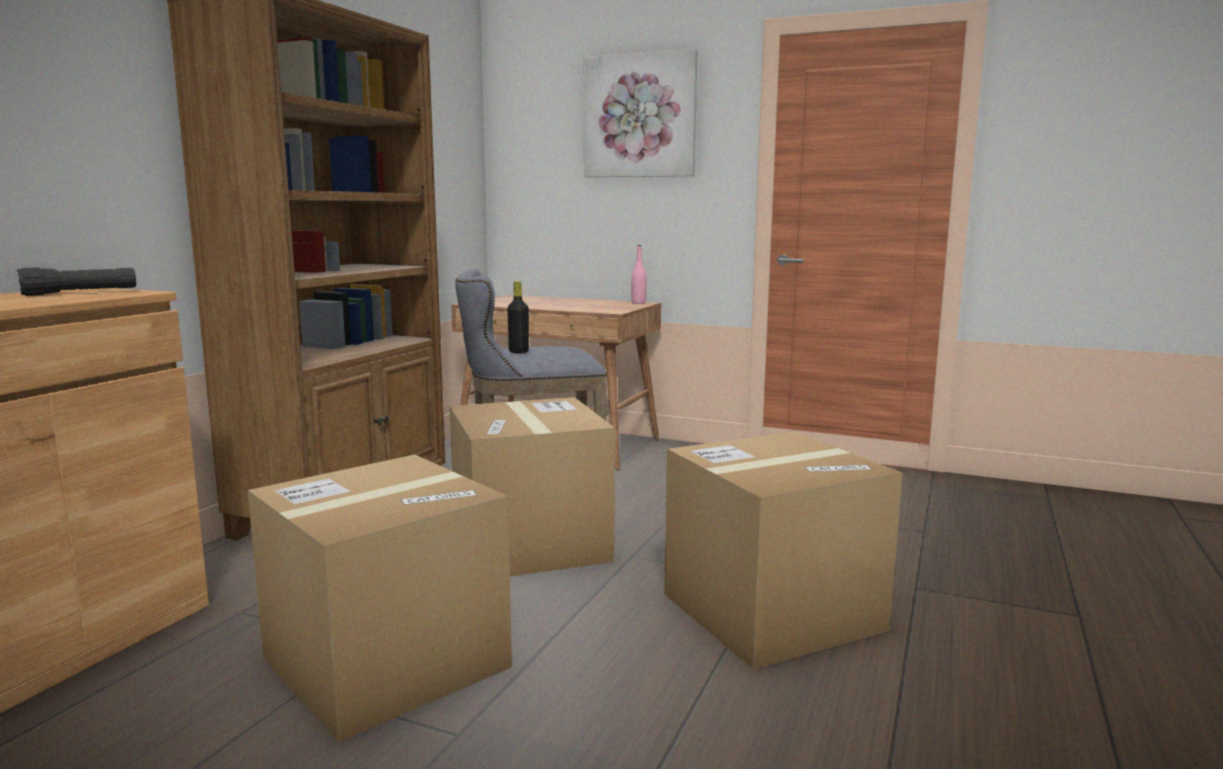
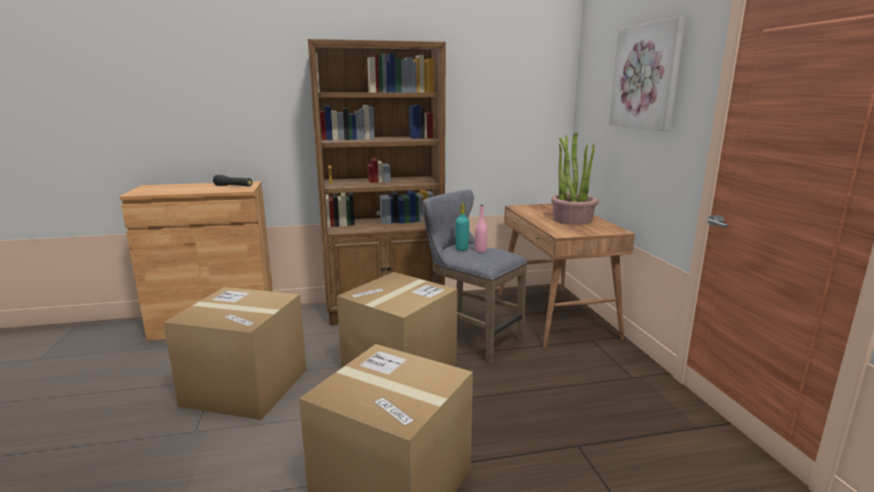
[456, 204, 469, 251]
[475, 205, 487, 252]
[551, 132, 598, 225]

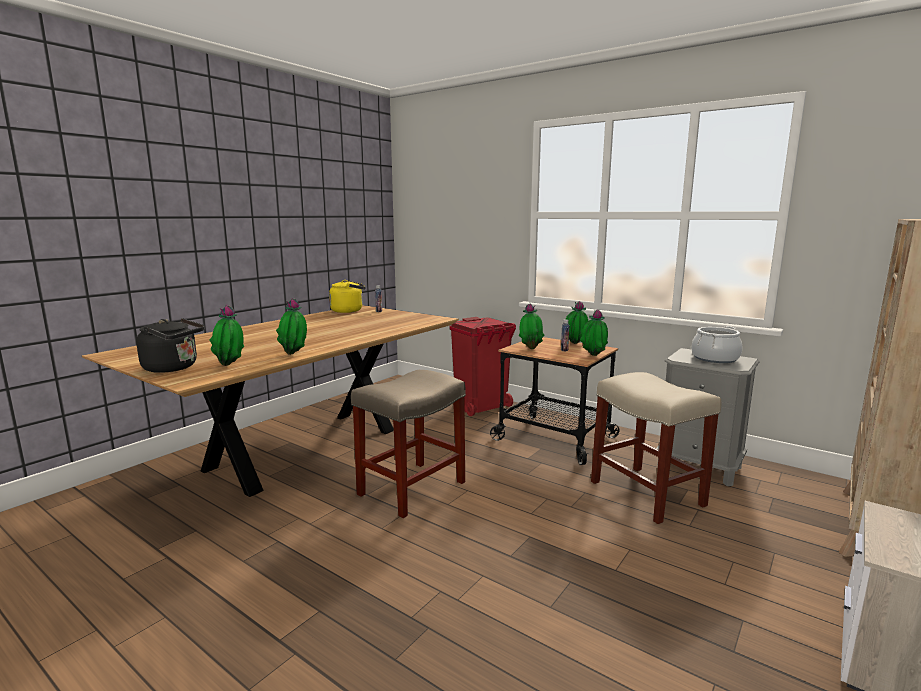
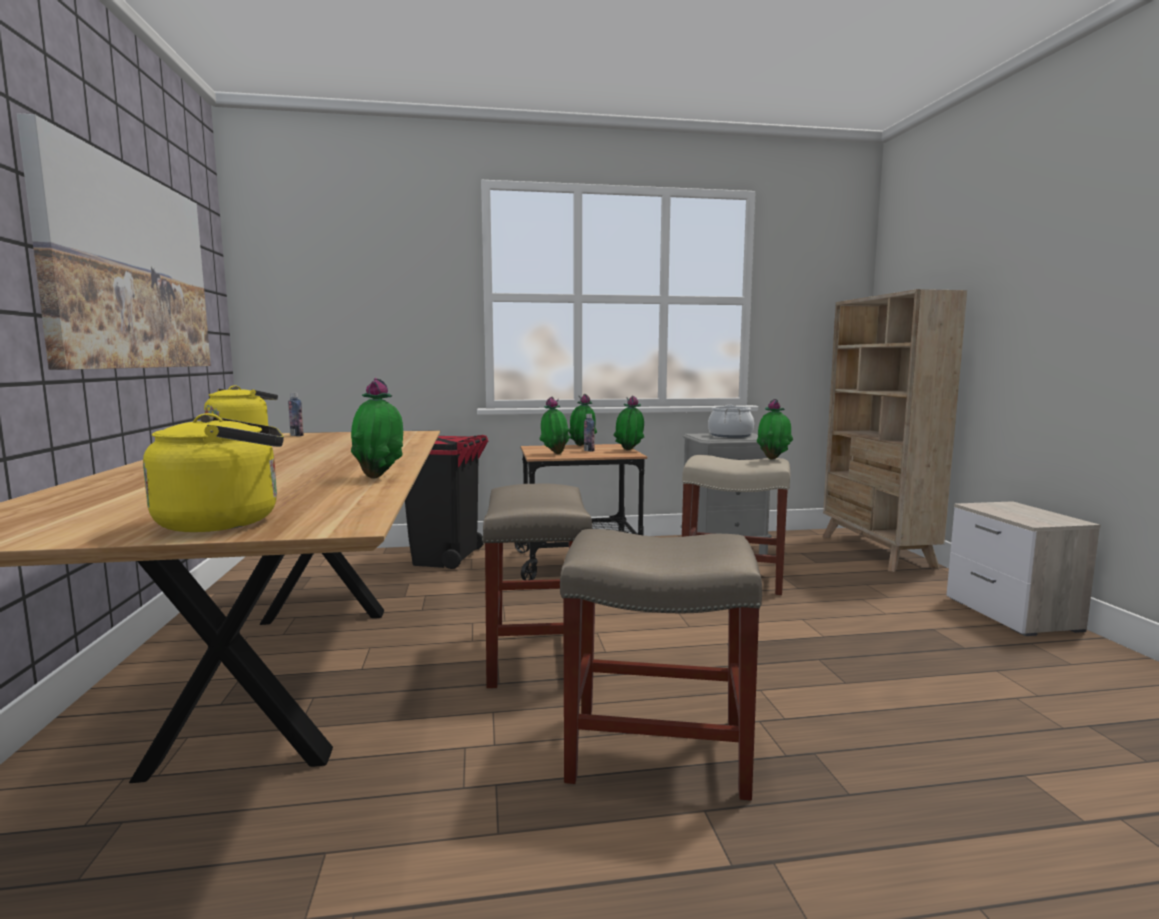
[17, 113, 211, 370]
[143, 413, 284, 532]
[405, 435, 488, 569]
[560, 529, 762, 801]
[757, 399, 793, 460]

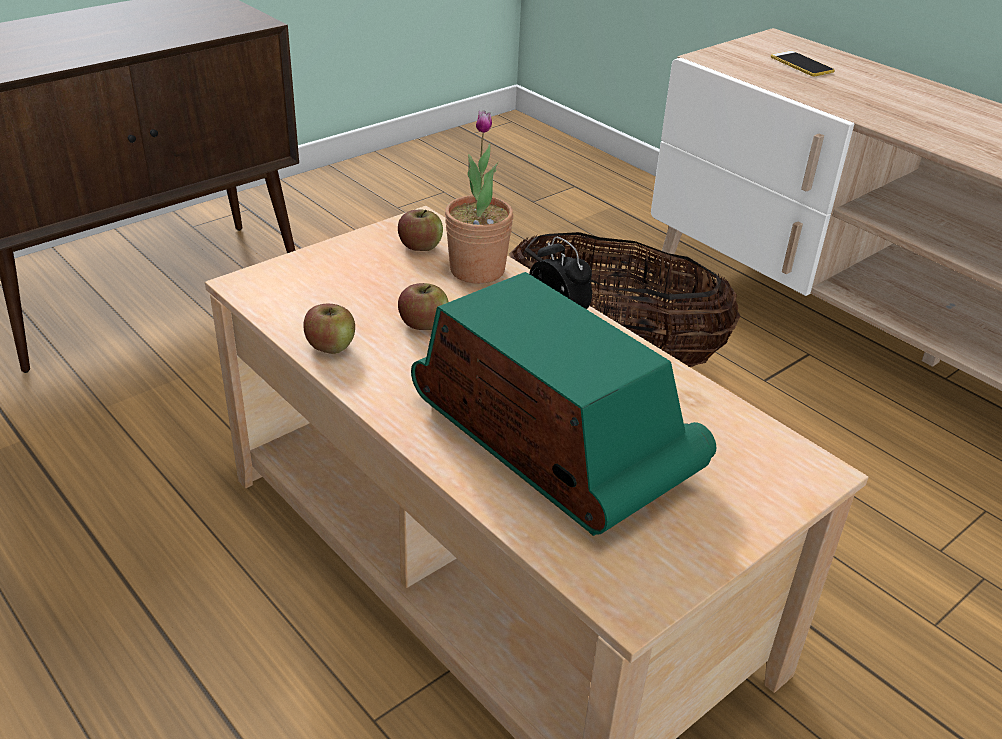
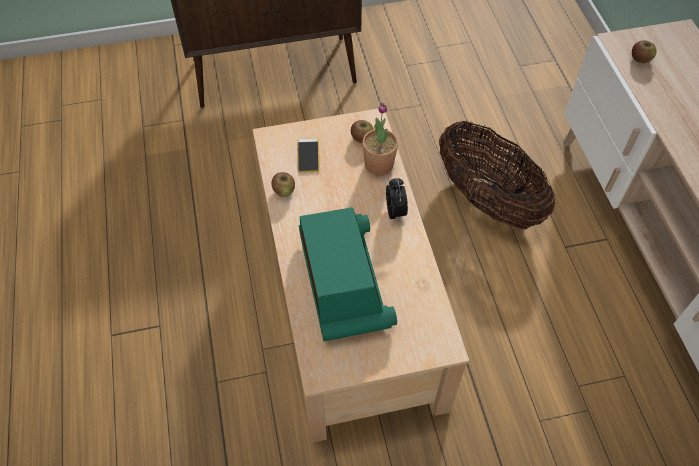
[297, 138, 320, 173]
[632, 40, 657, 63]

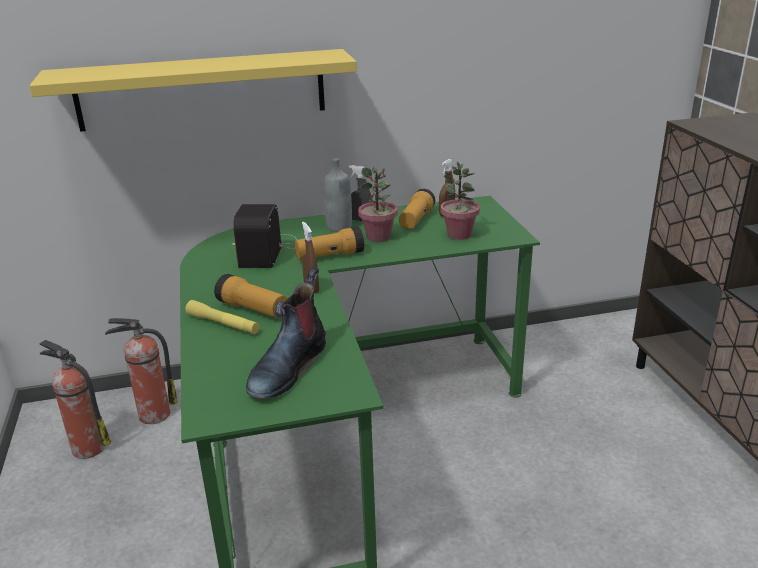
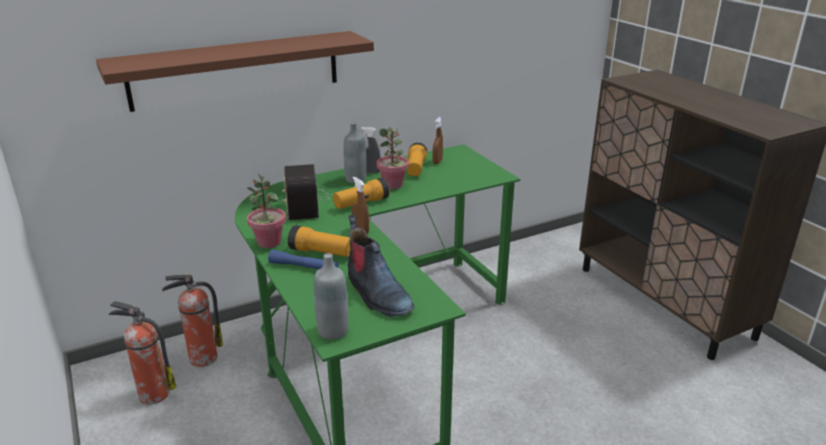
[96, 31, 374, 112]
[247, 174, 286, 248]
[268, 250, 338, 269]
[314, 253, 348, 339]
[348, 215, 414, 317]

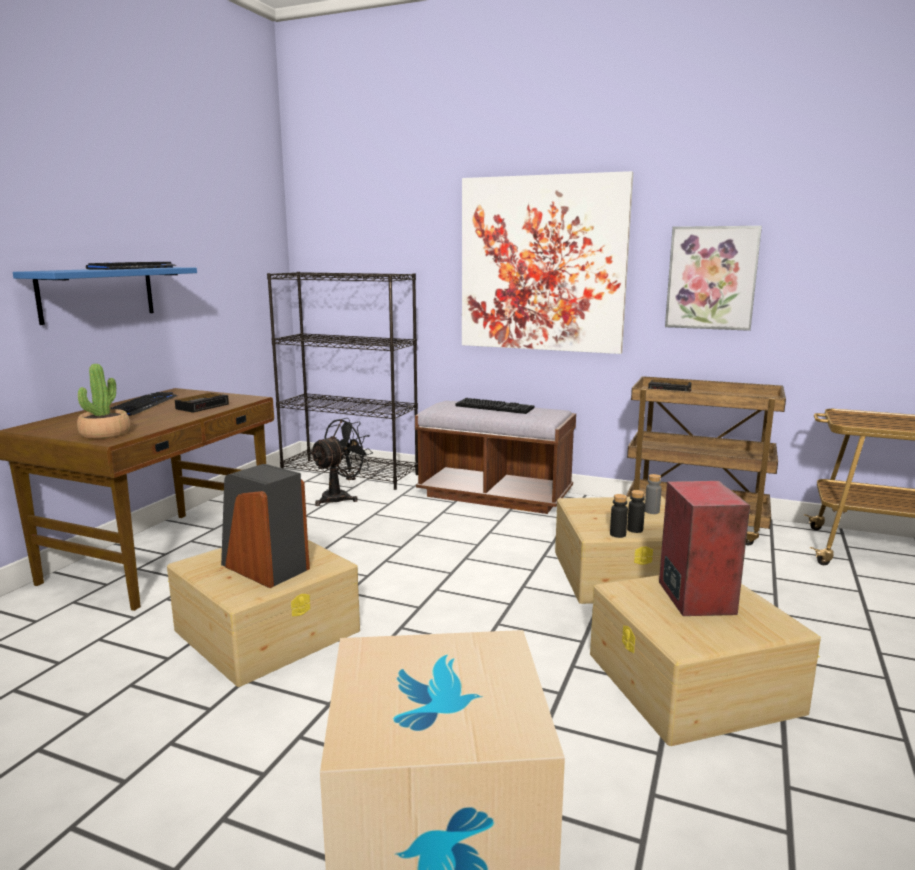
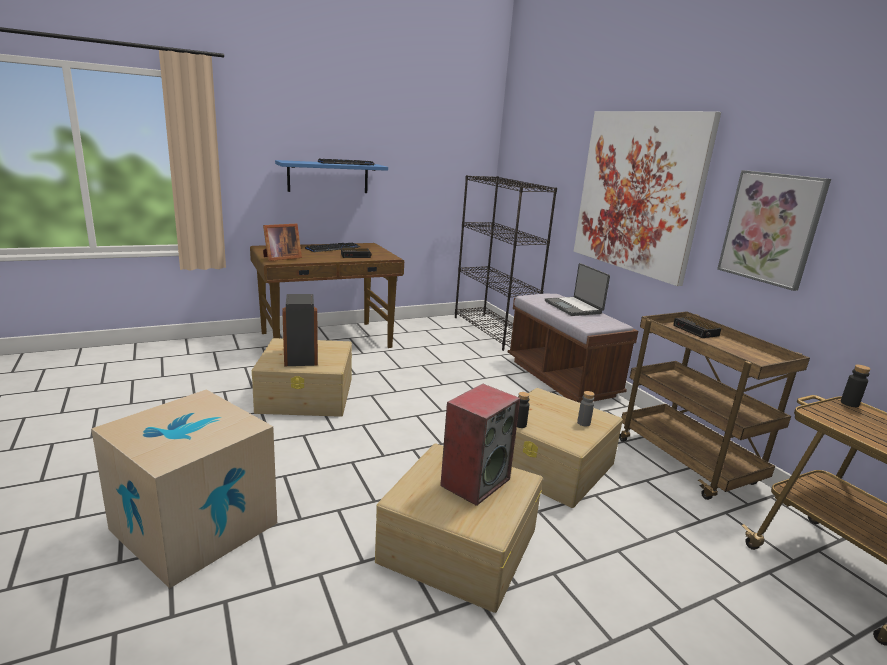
[263, 224, 302, 261]
[545, 263, 610, 316]
[841, 365, 871, 407]
[310, 418, 373, 506] (first image)

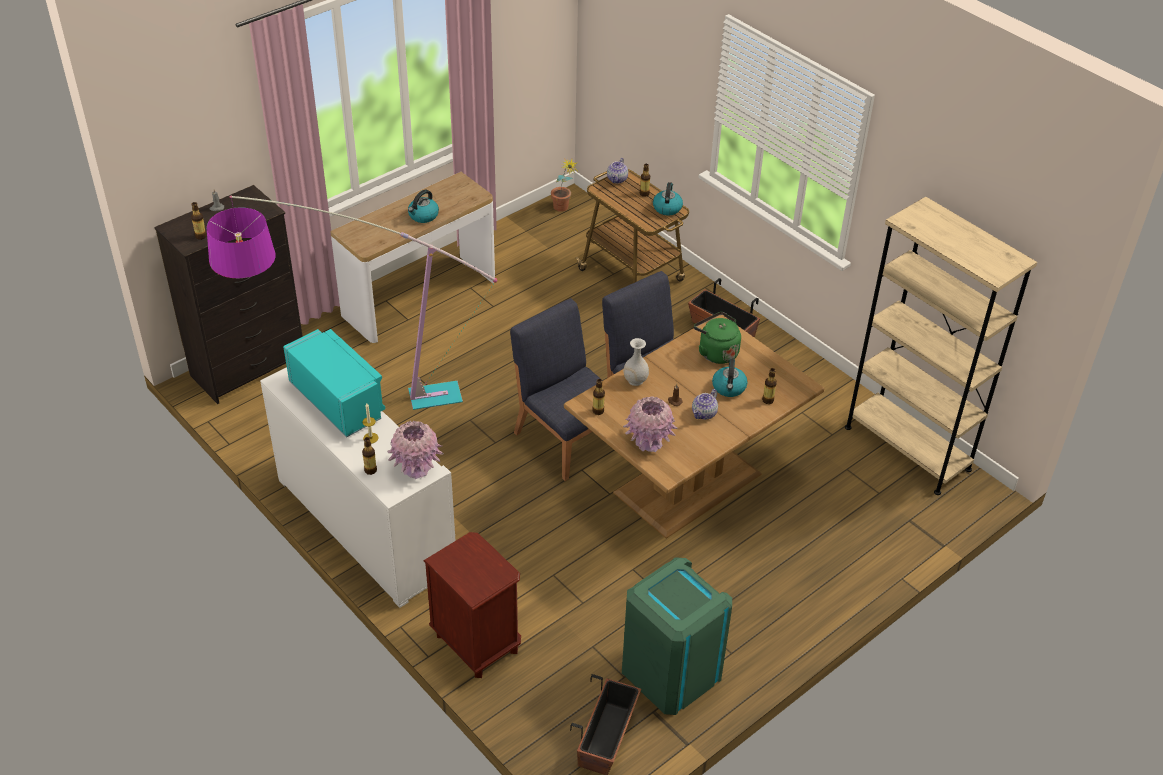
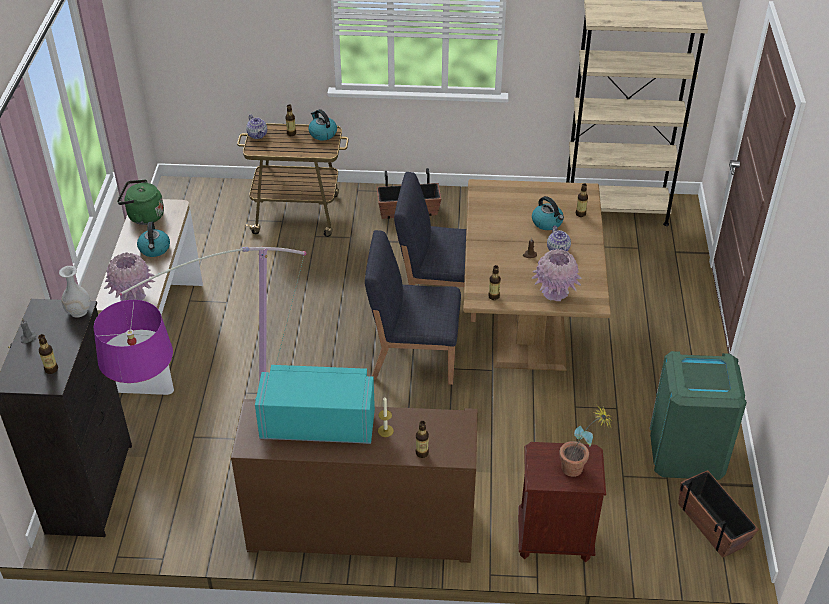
[59, 266, 91, 318]
[104, 252, 155, 301]
[117, 179, 164, 225]
[231, 399, 478, 563]
[560, 406, 612, 477]

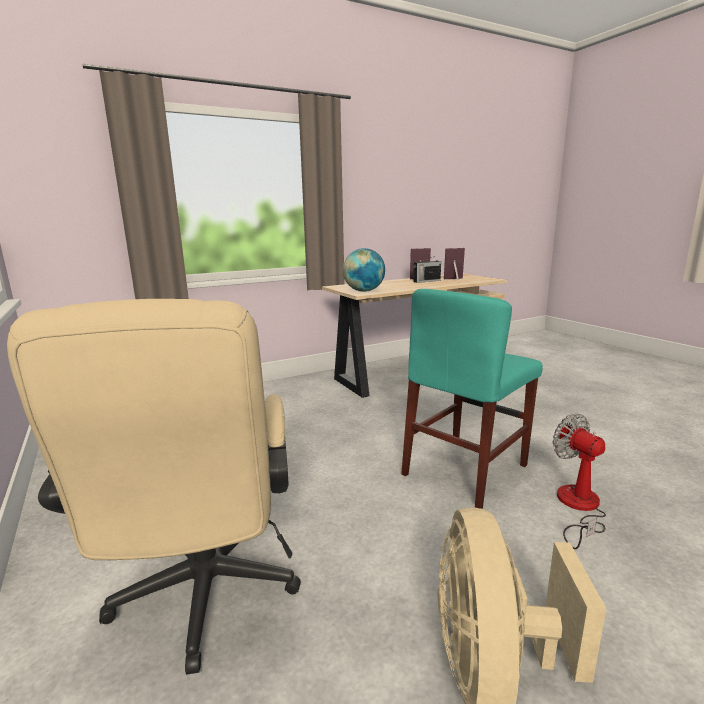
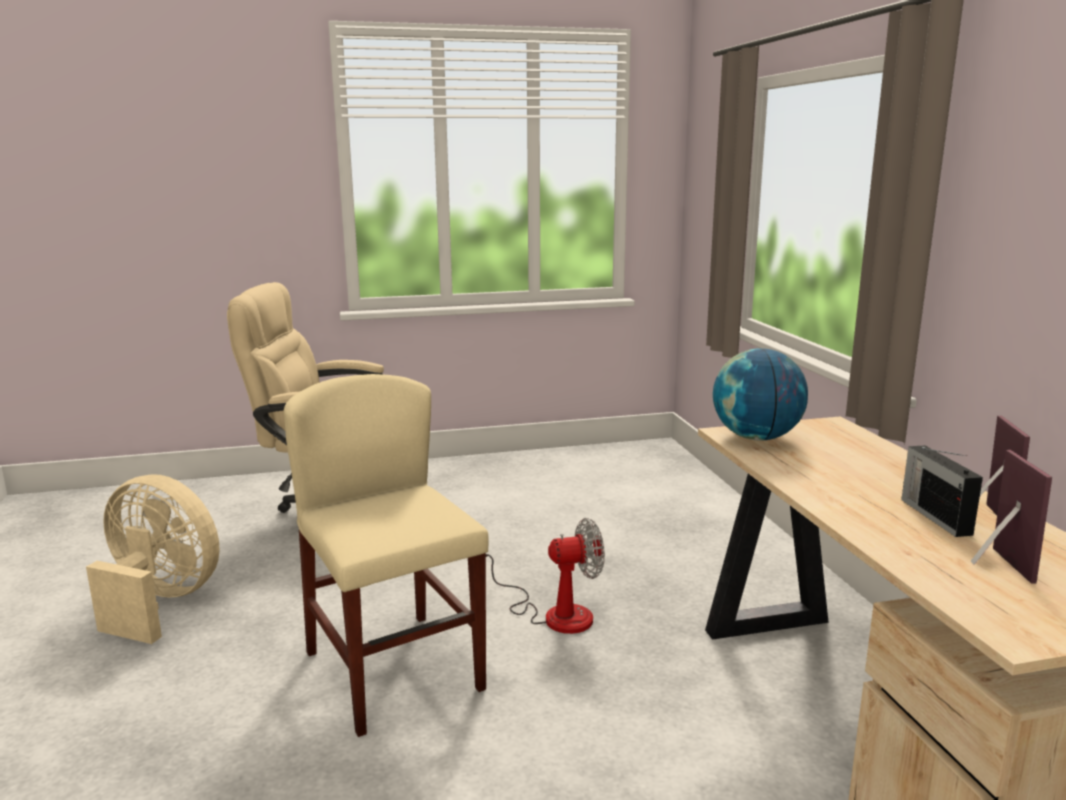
[284, 374, 489, 737]
[486, 518, 605, 634]

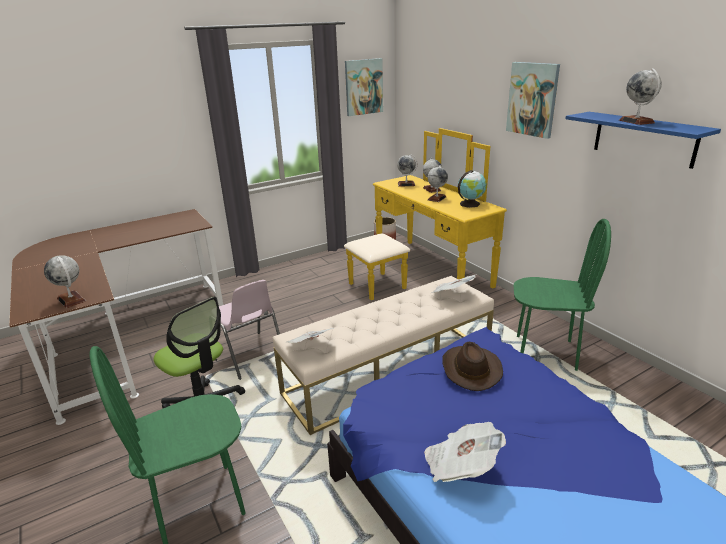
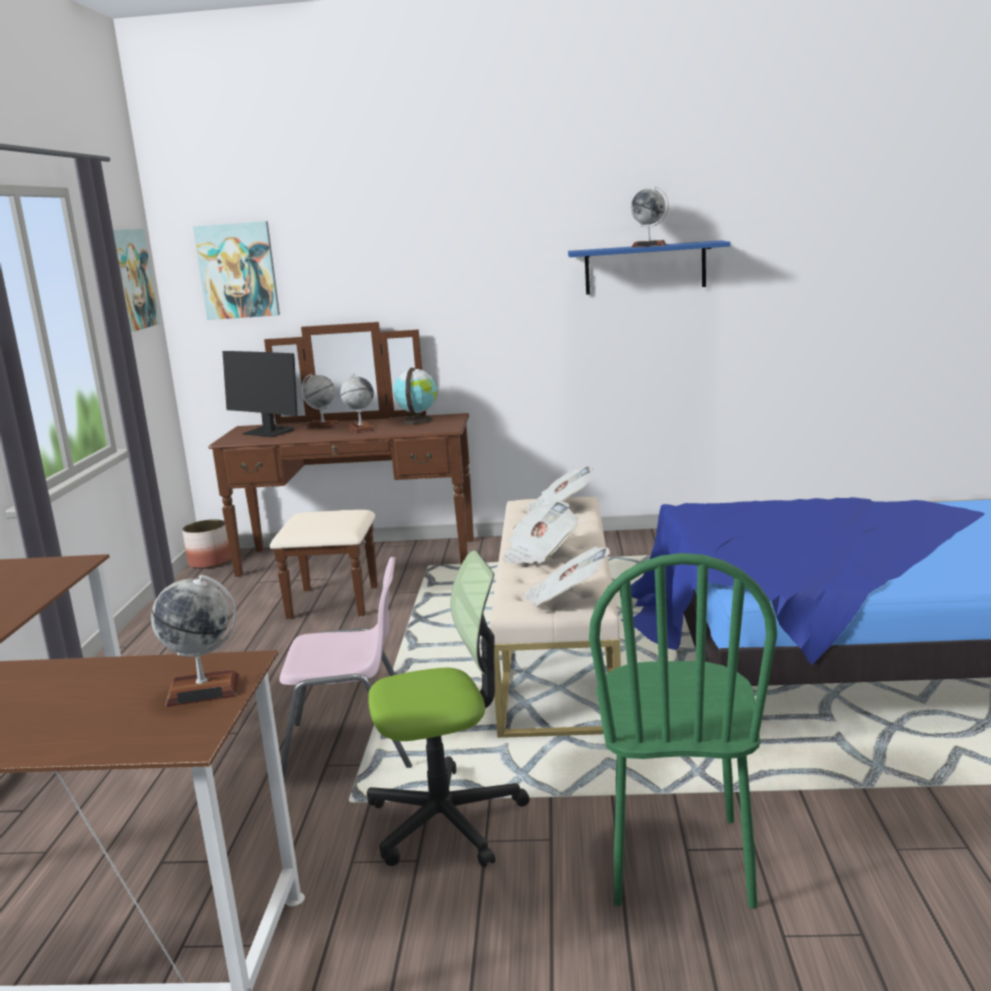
[193, 221, 280, 320]
[209, 322, 474, 619]
[223, 351, 298, 437]
[502, 501, 578, 564]
[442, 342, 503, 391] (first image)
[514, 219, 611, 371] (first image)

